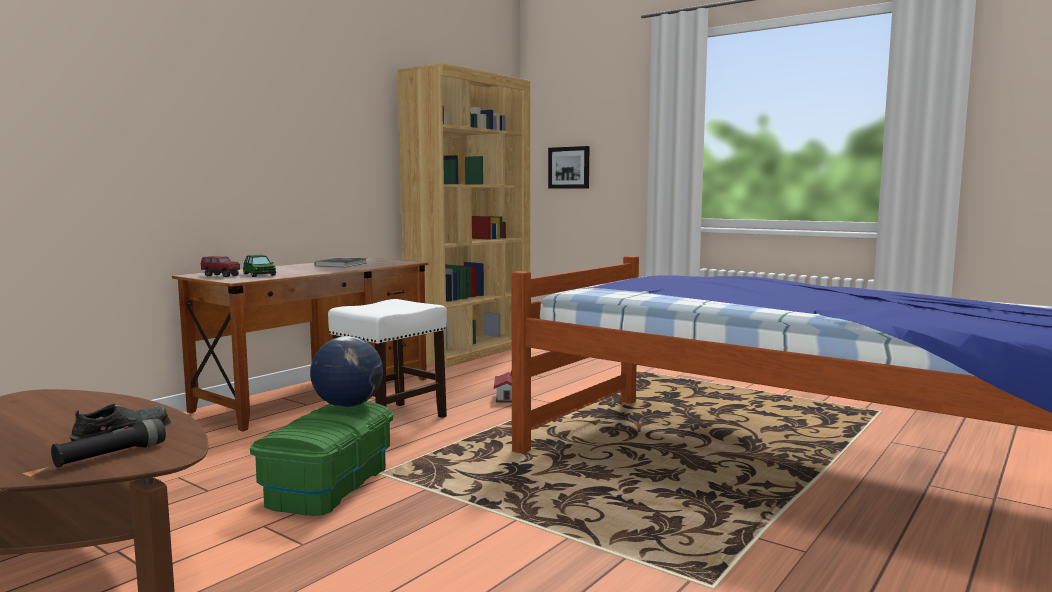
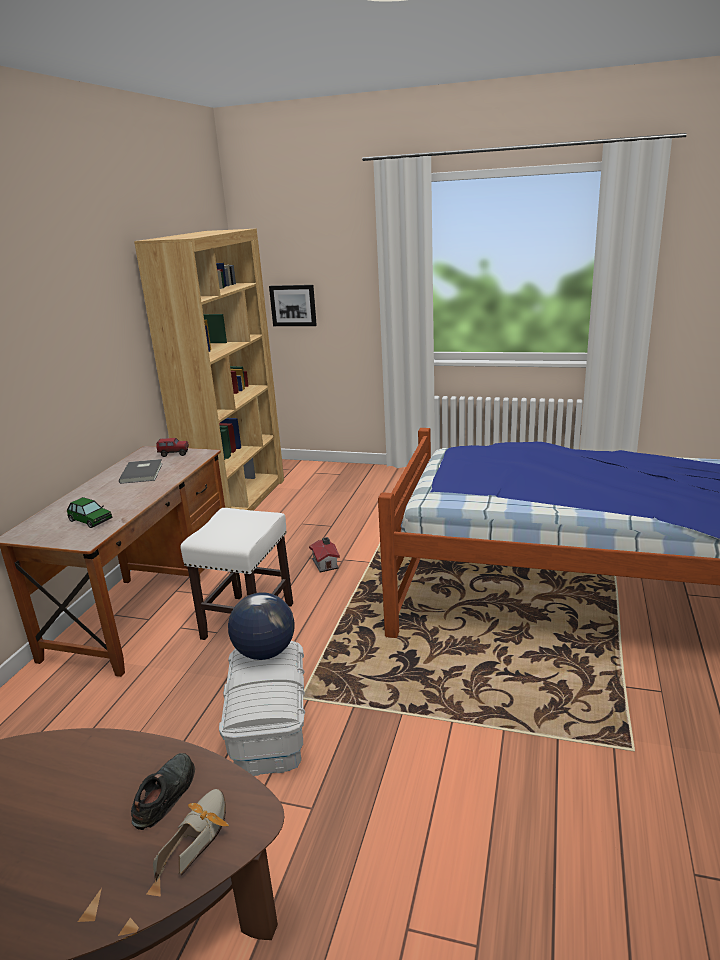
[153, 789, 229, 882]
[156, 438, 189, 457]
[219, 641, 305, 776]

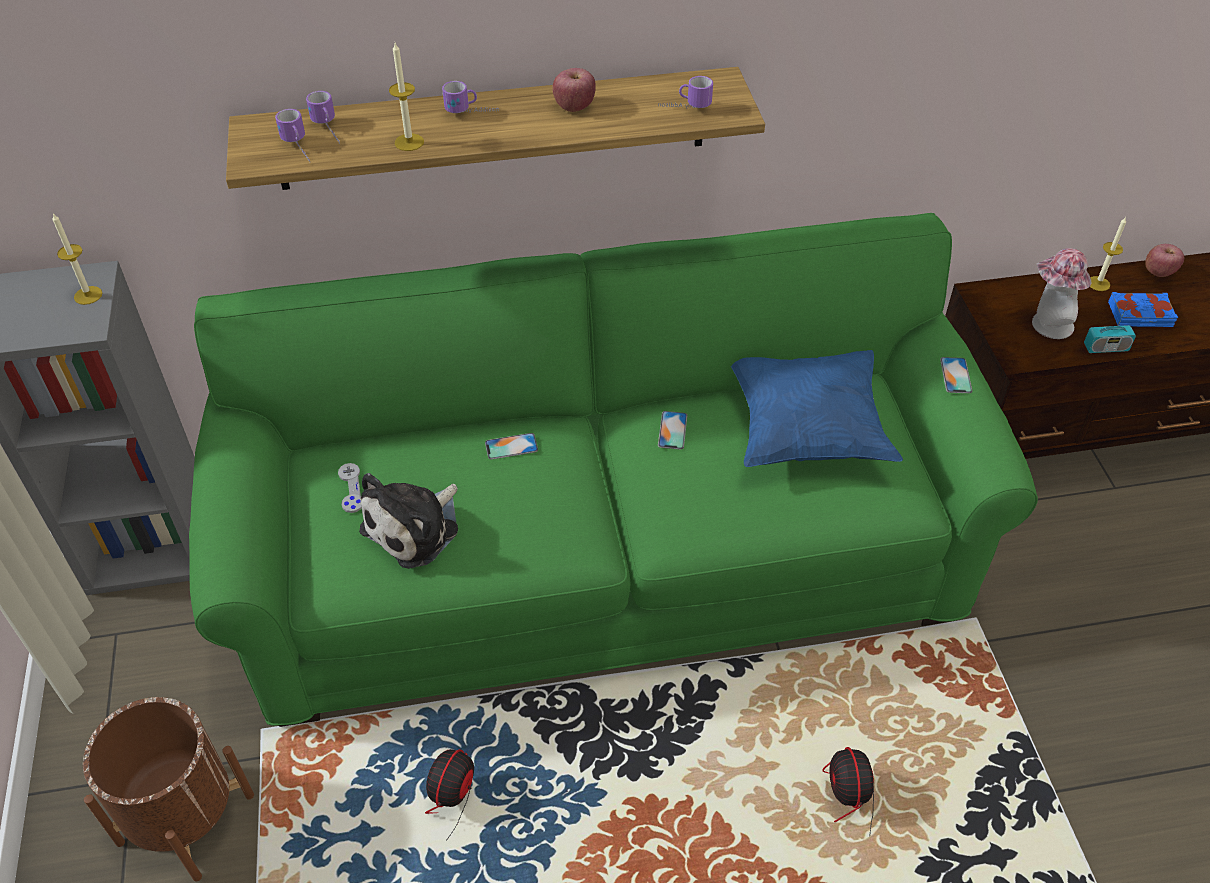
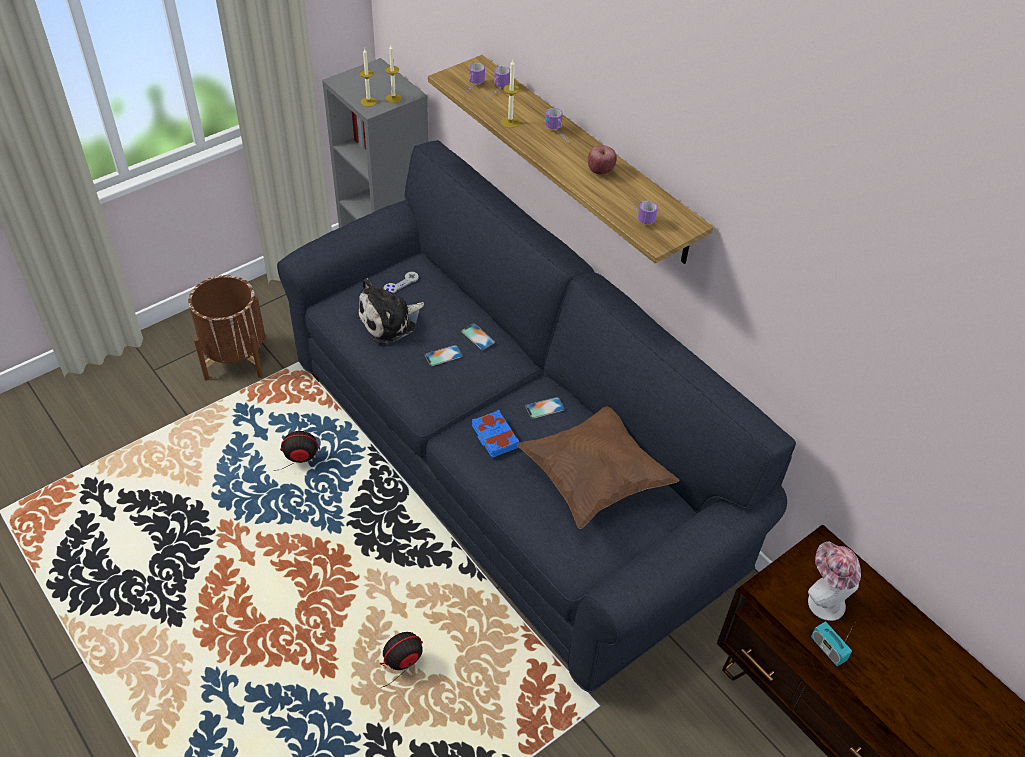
[277, 140, 796, 693]
[356, 278, 424, 344]
[360, 49, 377, 107]
[425, 345, 463, 366]
[472, 410, 519, 458]
[517, 406, 680, 529]
[1145, 244, 1184, 277] (first image)

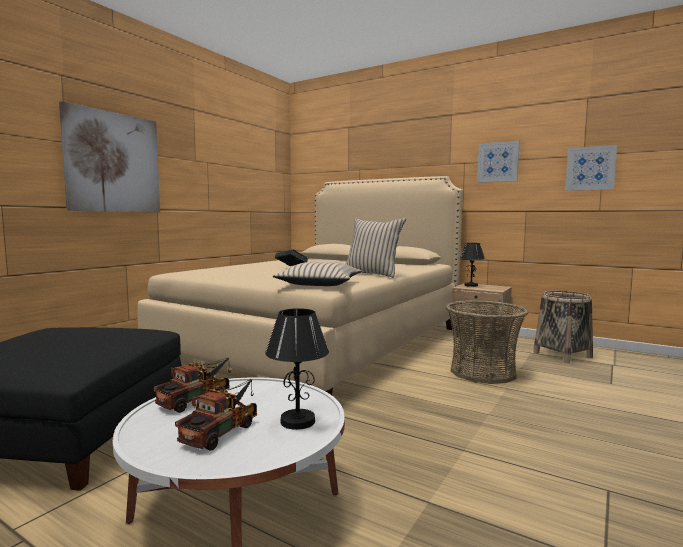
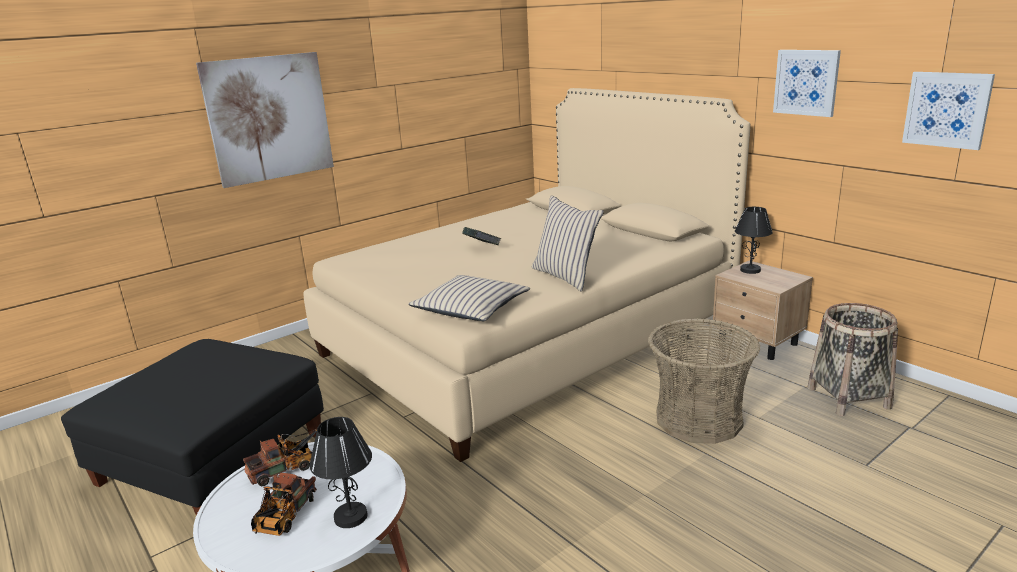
[251, 473, 317, 536]

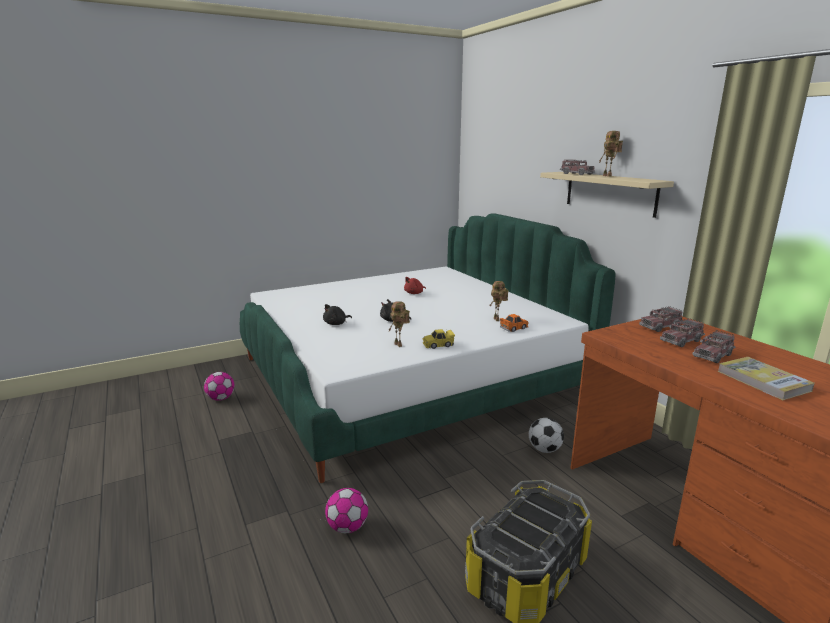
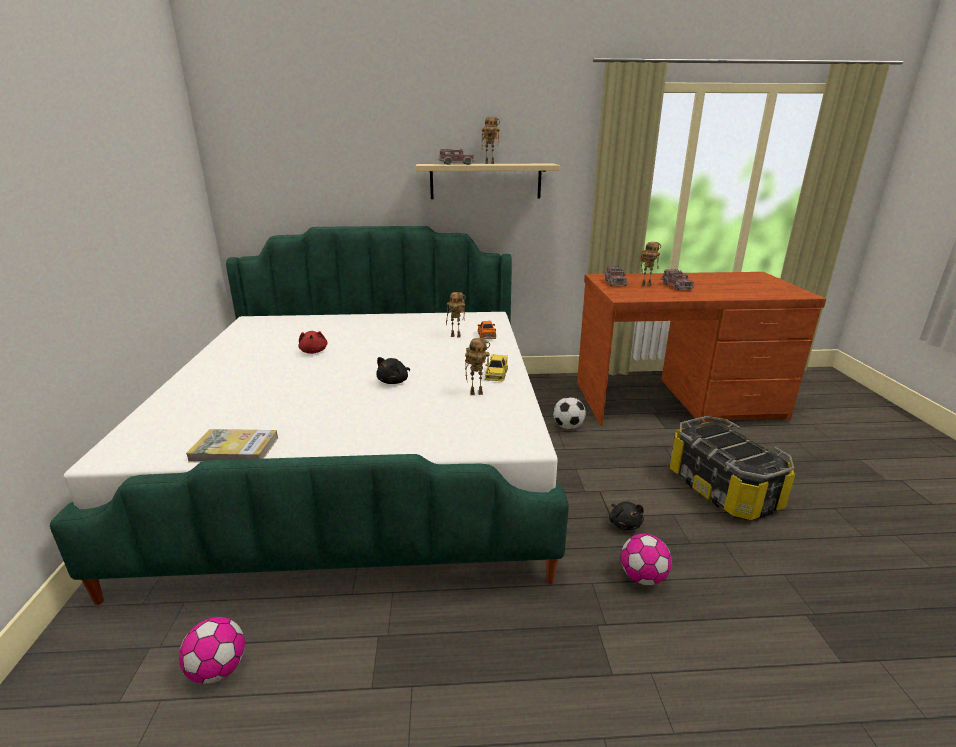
[186, 429, 278, 462]
[609, 501, 644, 530]
[640, 242, 661, 287]

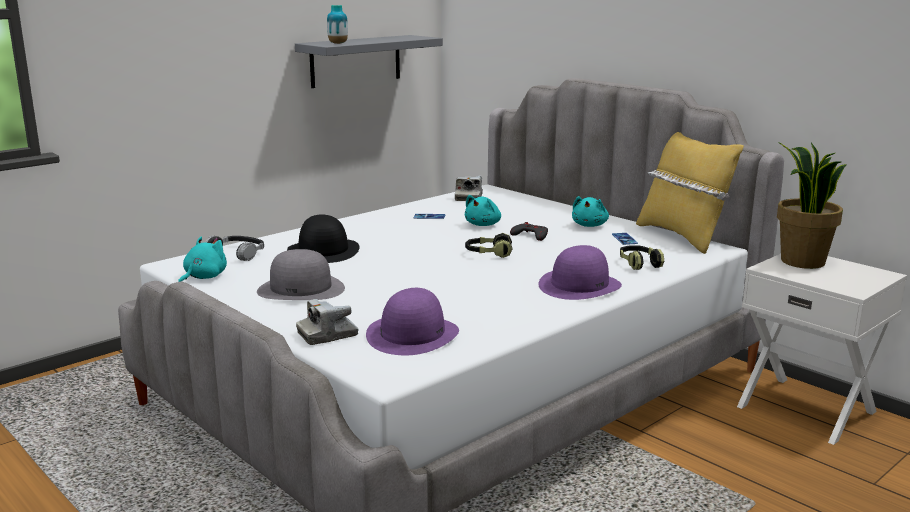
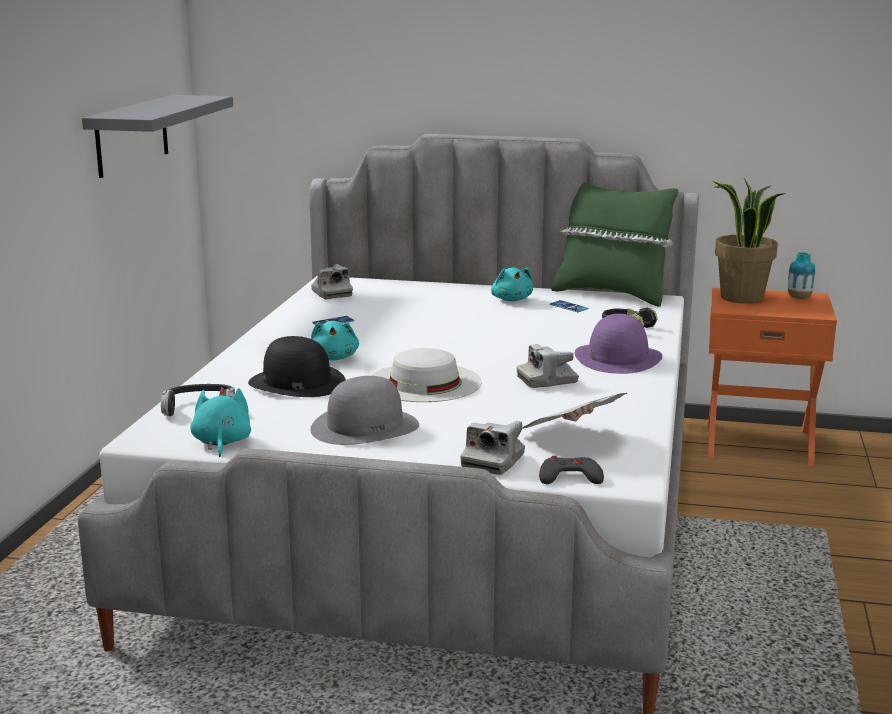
[311, 321, 359, 360]
[371, 348, 482, 402]
[517, 344, 579, 388]
[522, 393, 627, 429]
[539, 456, 604, 484]
[552, 183, 678, 307]
[708, 287, 837, 466]
[788, 252, 815, 299]
[465, 233, 513, 258] (first image)

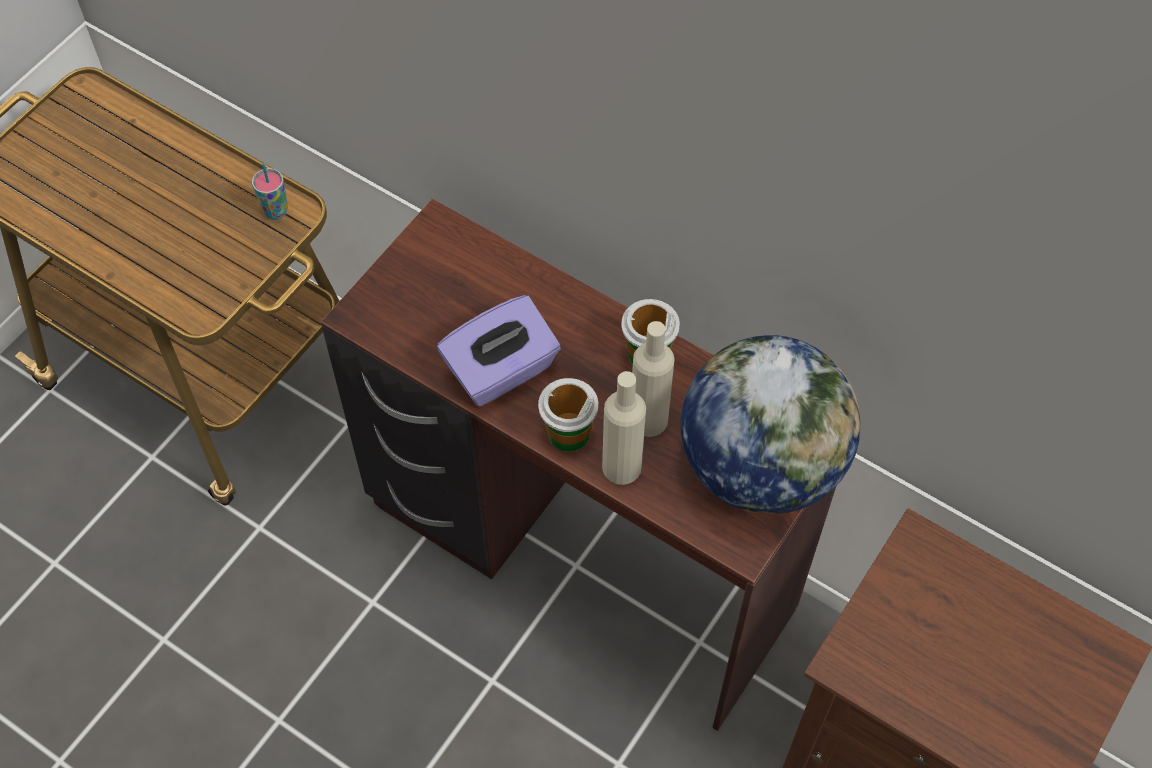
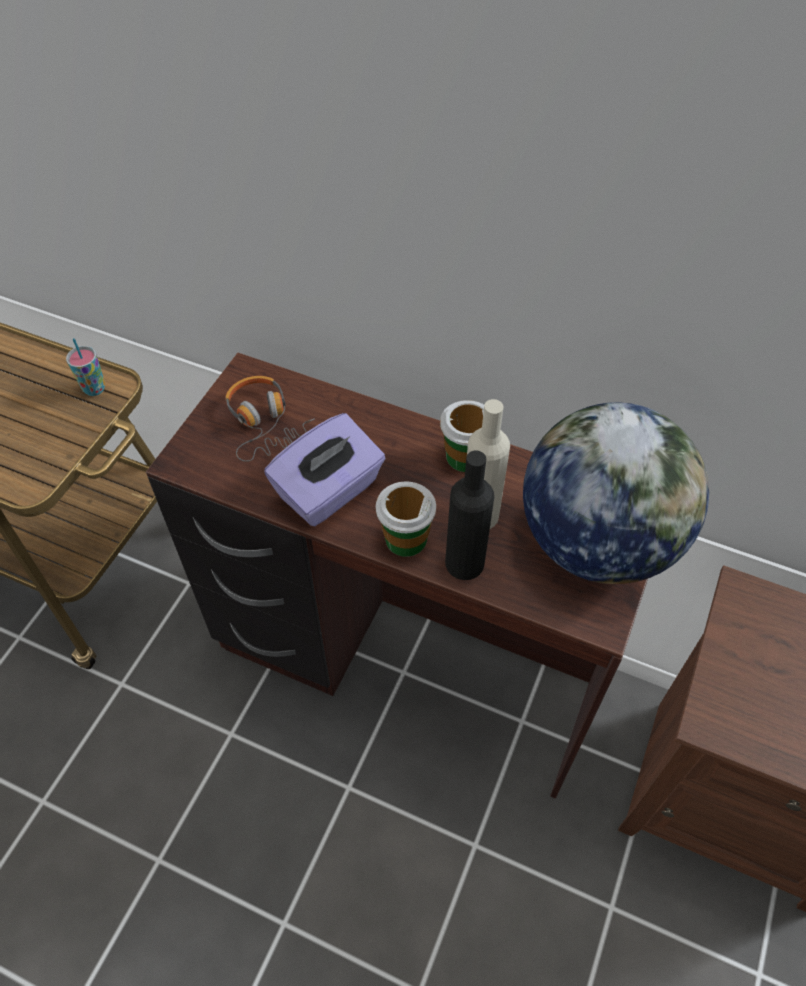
[225, 376, 315, 462]
[445, 451, 494, 580]

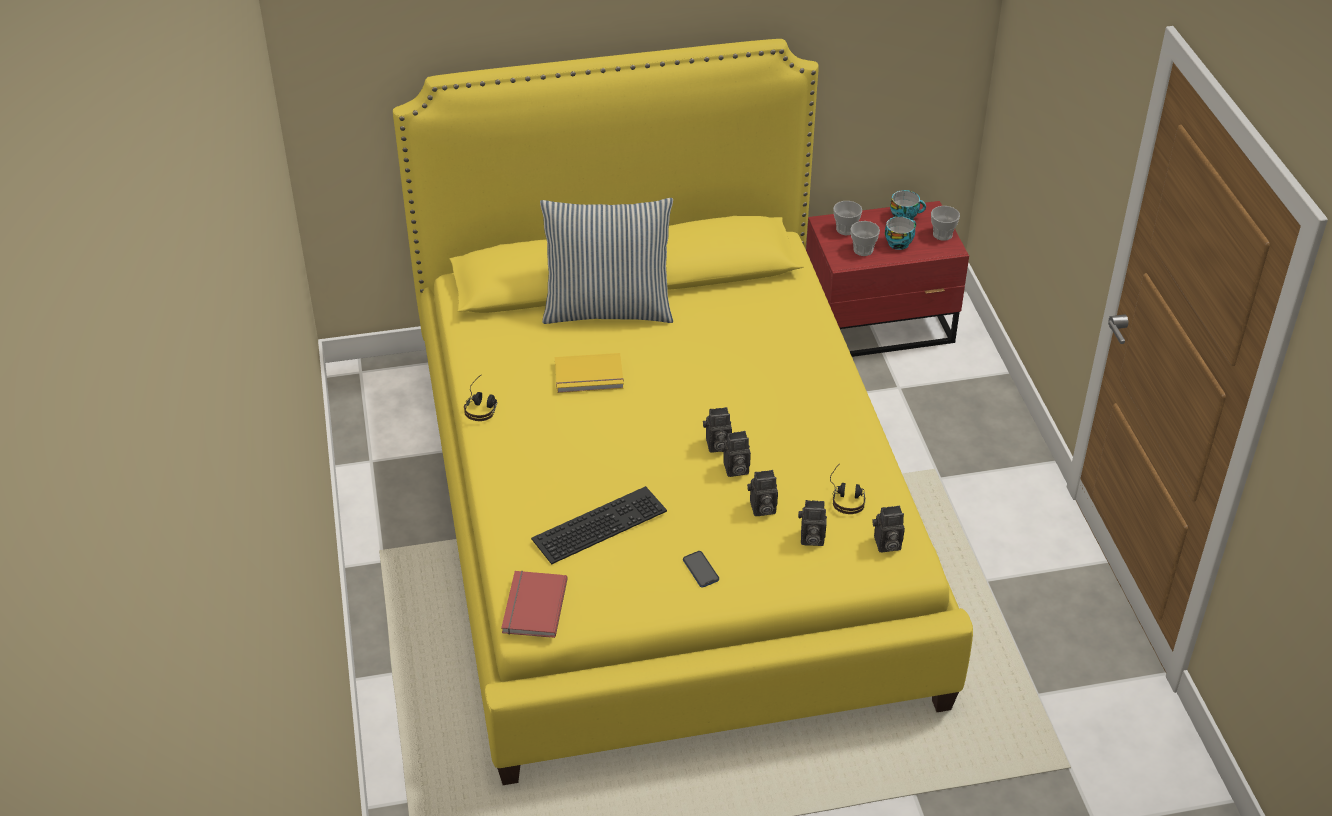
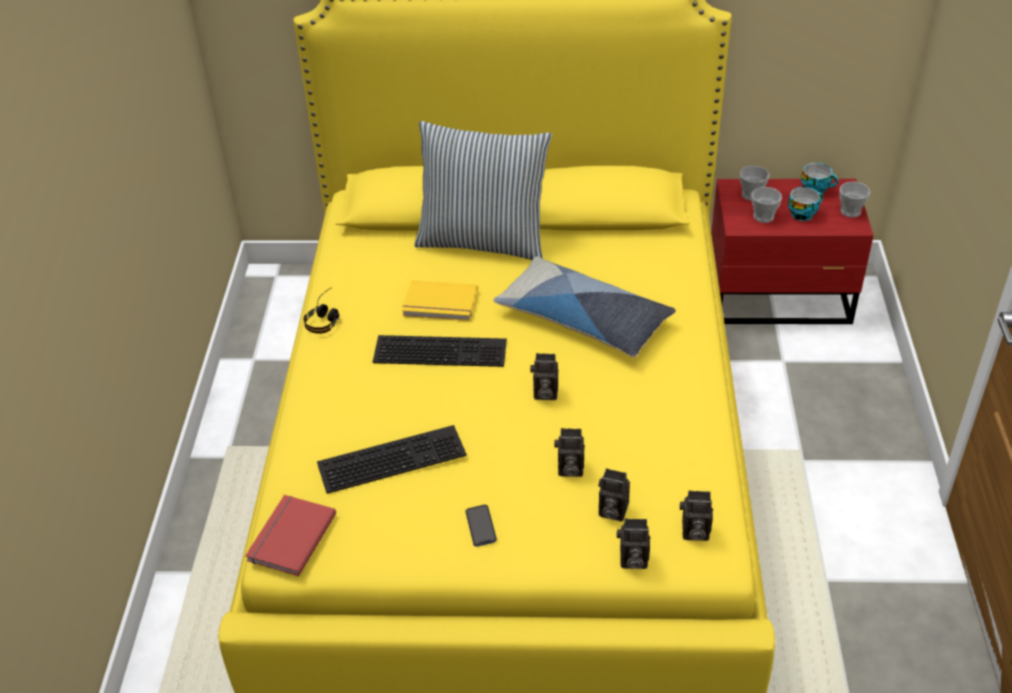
[373, 335, 507, 367]
[494, 256, 676, 357]
[617, 519, 650, 569]
[830, 464, 865, 514] (first image)

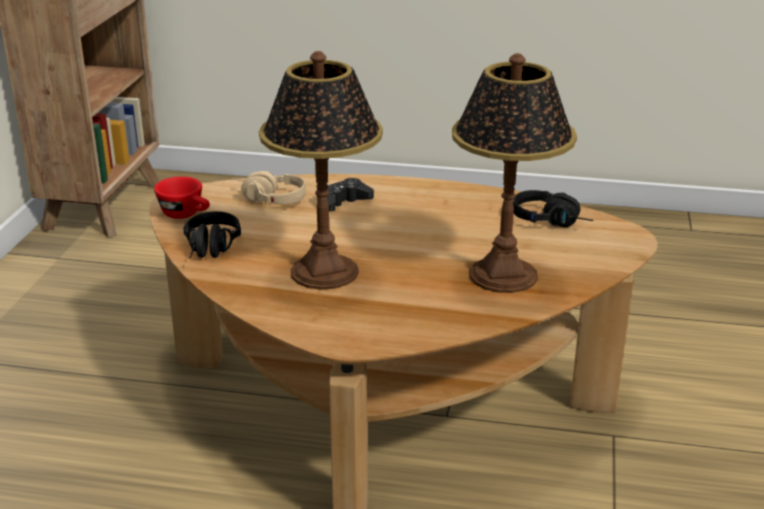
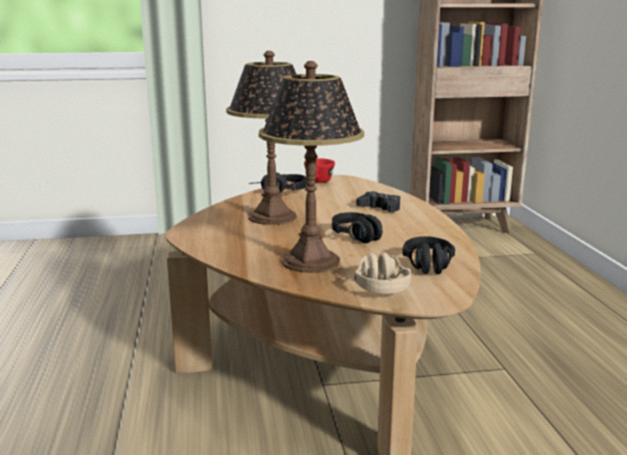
[332, 212, 382, 243]
[354, 253, 411, 294]

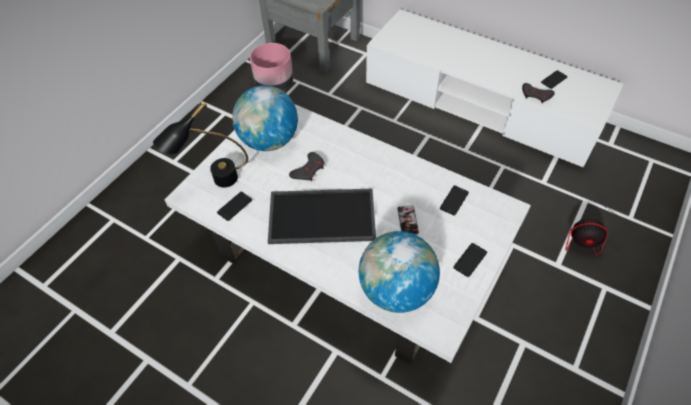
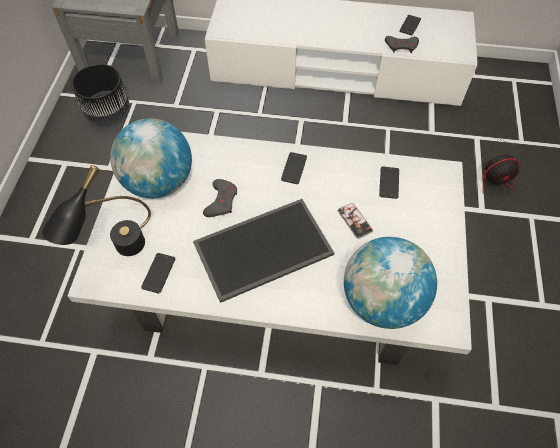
[71, 64, 129, 124]
[281, 152, 307, 184]

